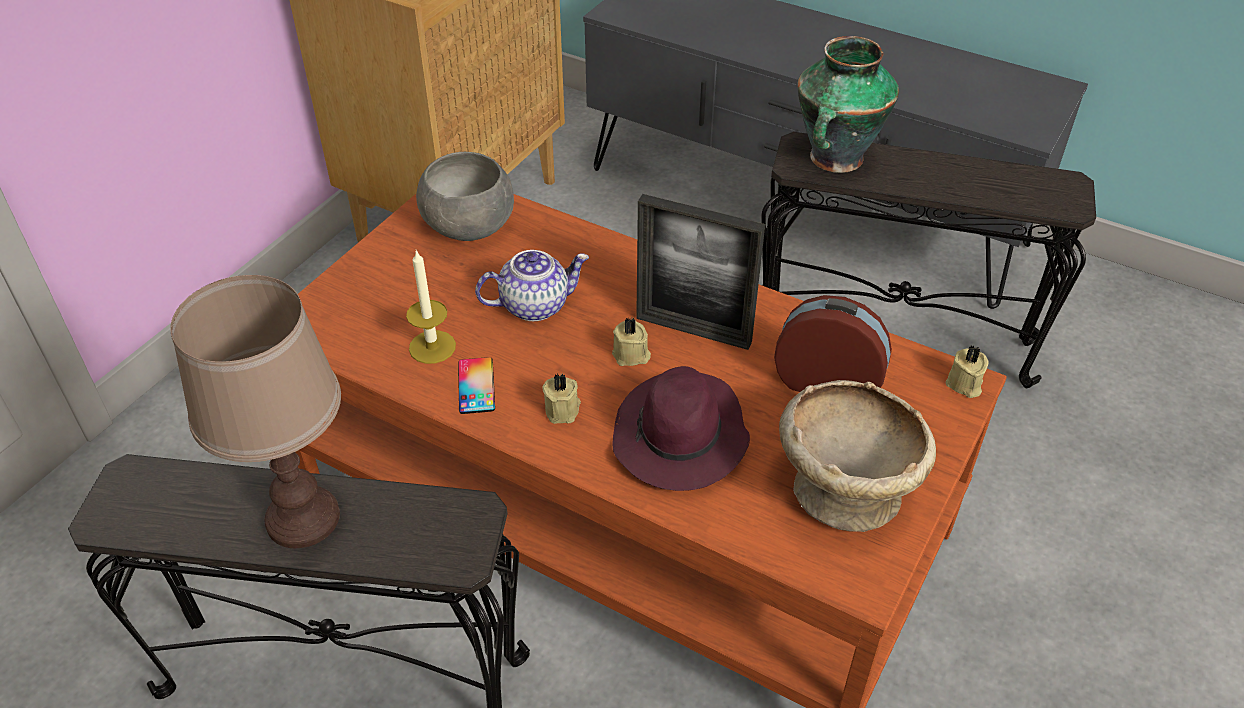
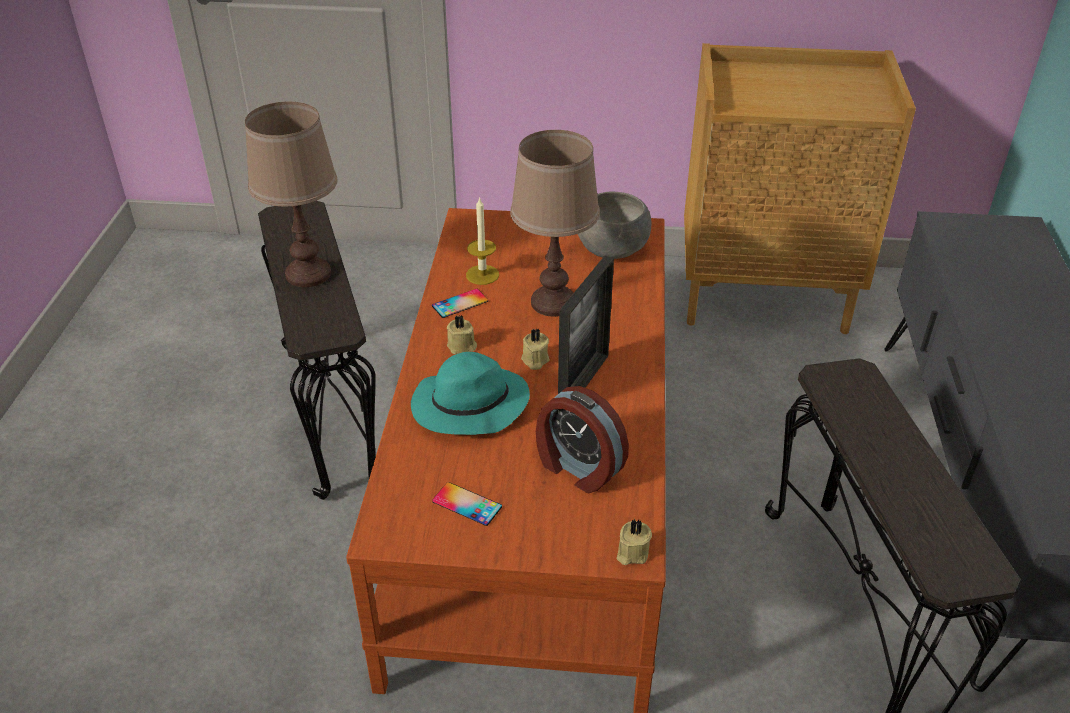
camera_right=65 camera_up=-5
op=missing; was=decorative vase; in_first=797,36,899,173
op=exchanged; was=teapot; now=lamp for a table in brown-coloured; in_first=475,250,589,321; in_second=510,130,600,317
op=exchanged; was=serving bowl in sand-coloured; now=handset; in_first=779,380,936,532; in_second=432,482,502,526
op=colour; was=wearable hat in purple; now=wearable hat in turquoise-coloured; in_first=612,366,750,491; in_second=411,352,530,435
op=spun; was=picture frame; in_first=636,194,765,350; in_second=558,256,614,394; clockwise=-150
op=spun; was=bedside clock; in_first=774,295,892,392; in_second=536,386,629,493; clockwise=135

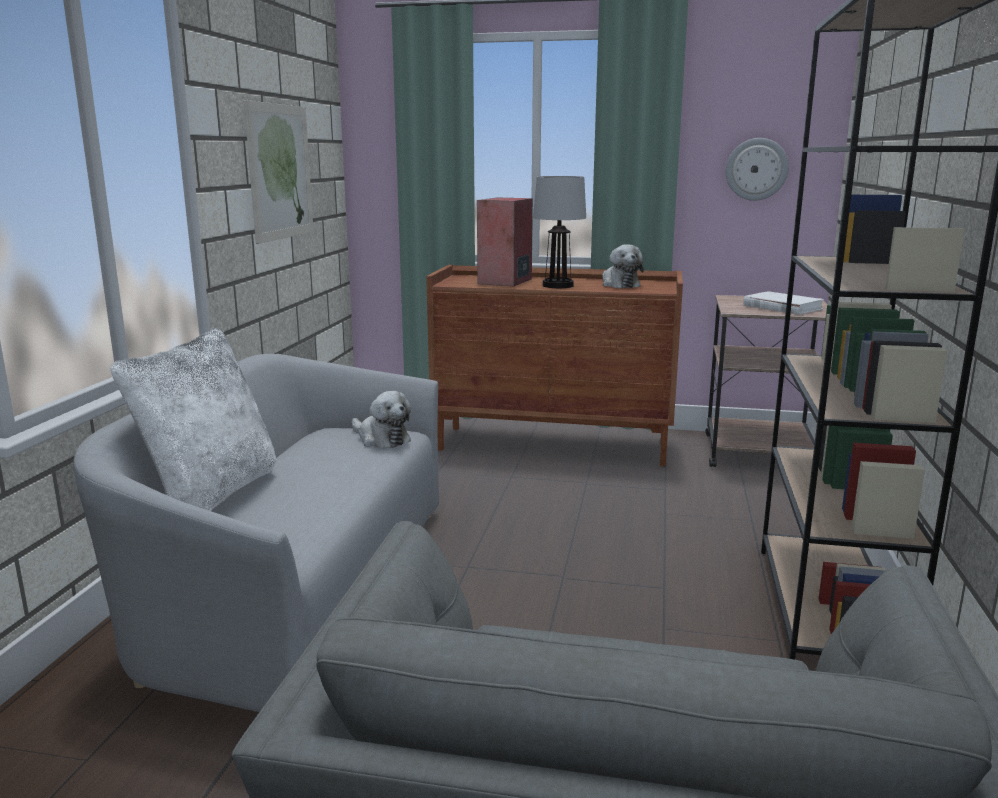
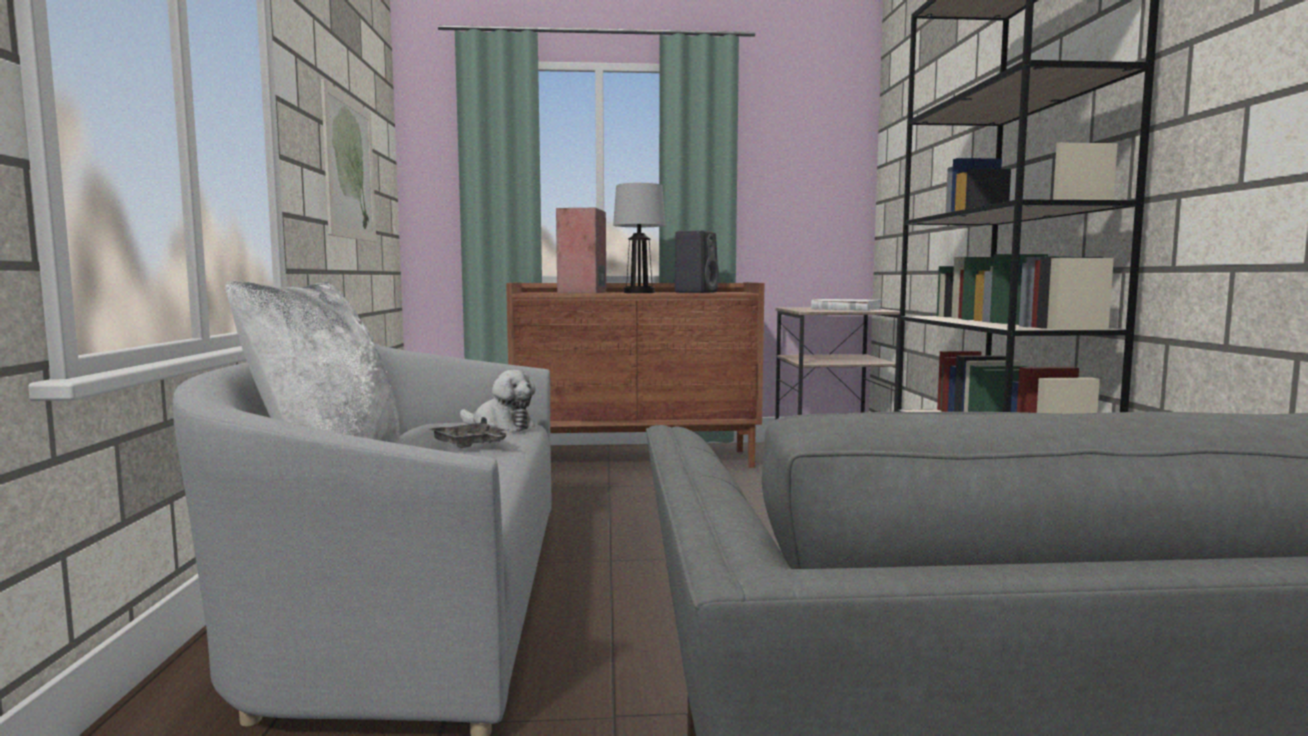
camera_right=-15 camera_up=-10
op=missing; was=hanging clock; in_first=726,138,789,201
op=appeared; now=serving tray in gray; in_second=430,417,512,448
op=exchanged; was=soft toy; now=speaker in black; in_first=602,244,644,288; in_second=675,230,719,293

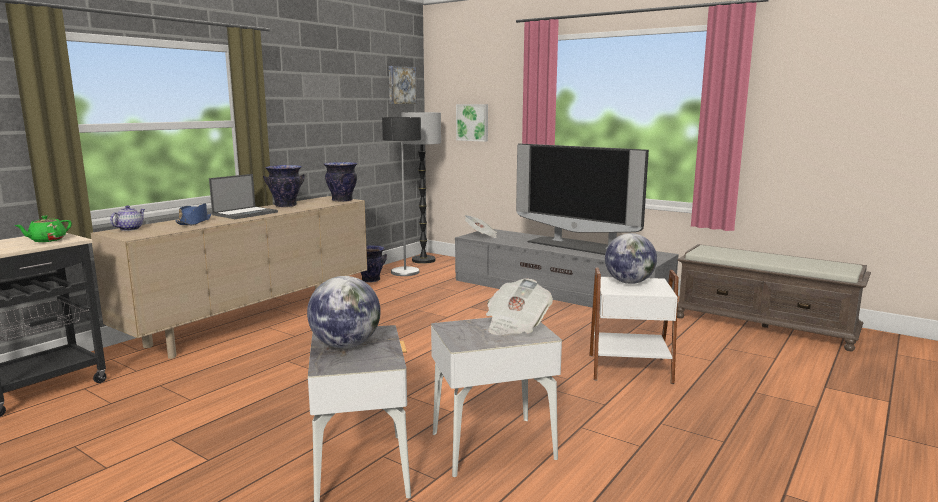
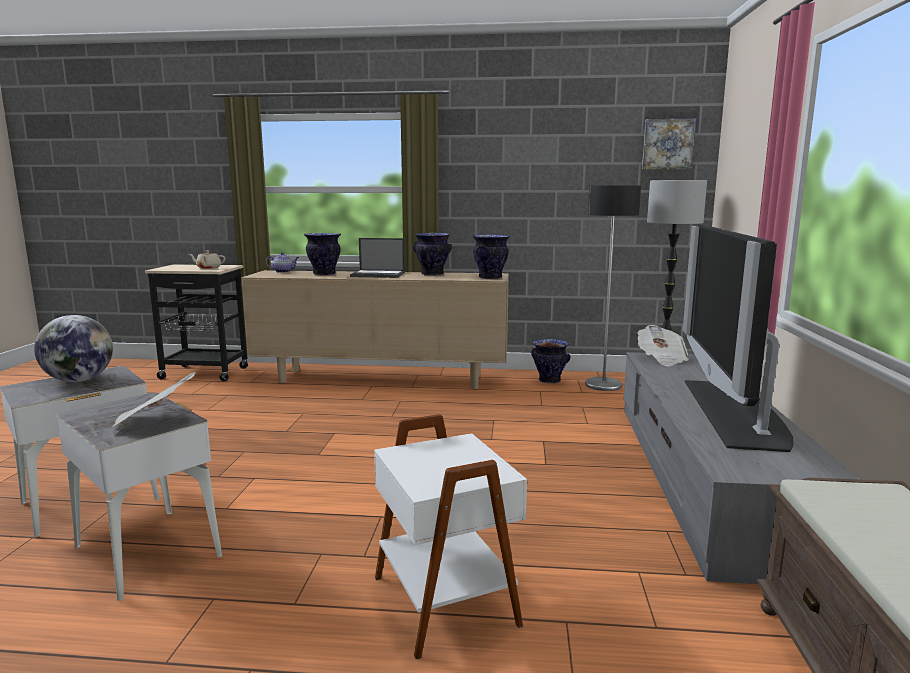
camera_right=60 camera_up=0
op=missing; was=wall picture; in_first=456,104,488,142
op=missing; was=globe; in_first=605,233,657,284
op=exchanged; was=wearable hat in blue; now=decorative vase; in_first=176,204,211,225; in_second=304,233,341,275
op=colour; was=teapot in green-coloured; now=teapot in sand-coloured; in_first=14,216,72,242; in_second=189,250,226,269

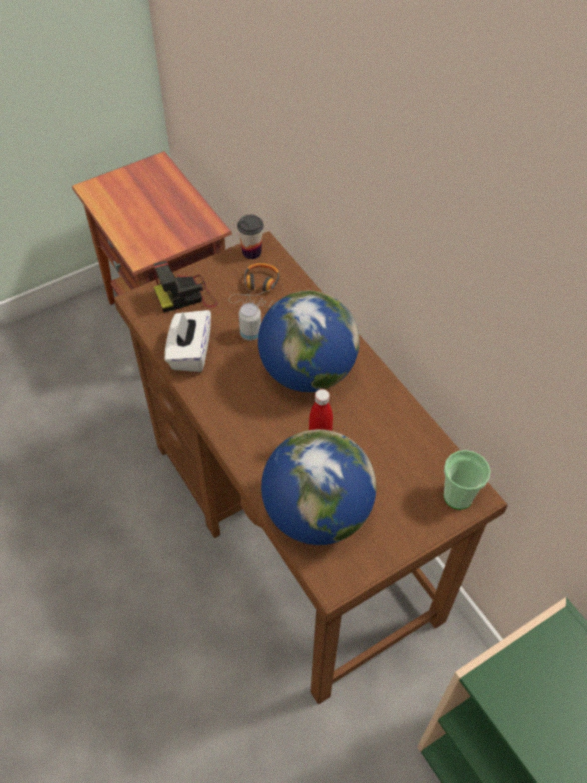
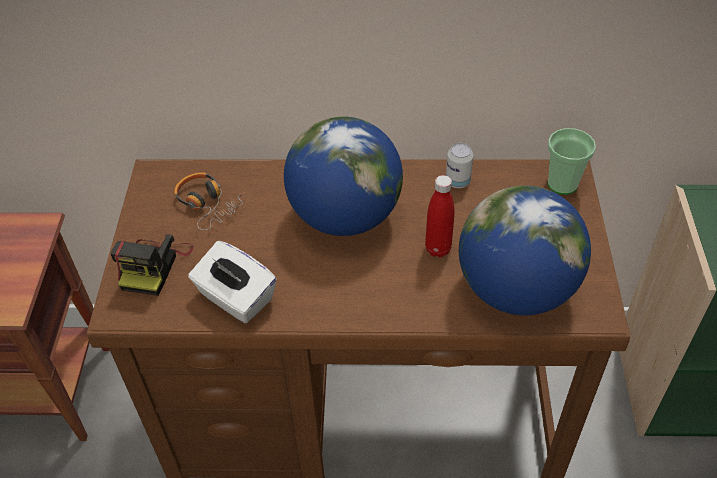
camera_right=-55 camera_up=-5
op=missing; was=drinking cup; in_first=237,215,264,259
op=relocated; was=metal can; in_first=239,303,261,341; in_second=446,143,474,188

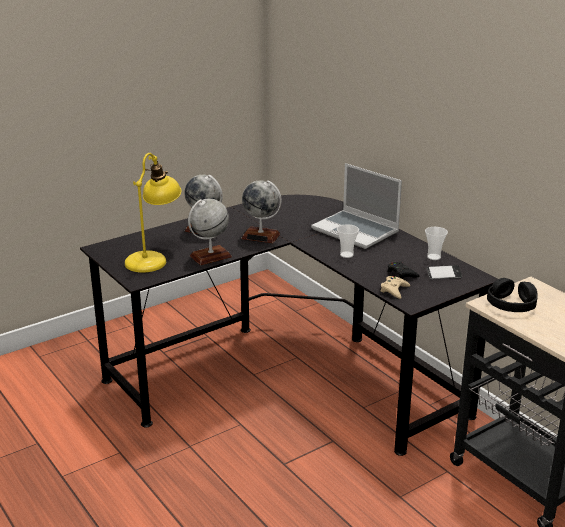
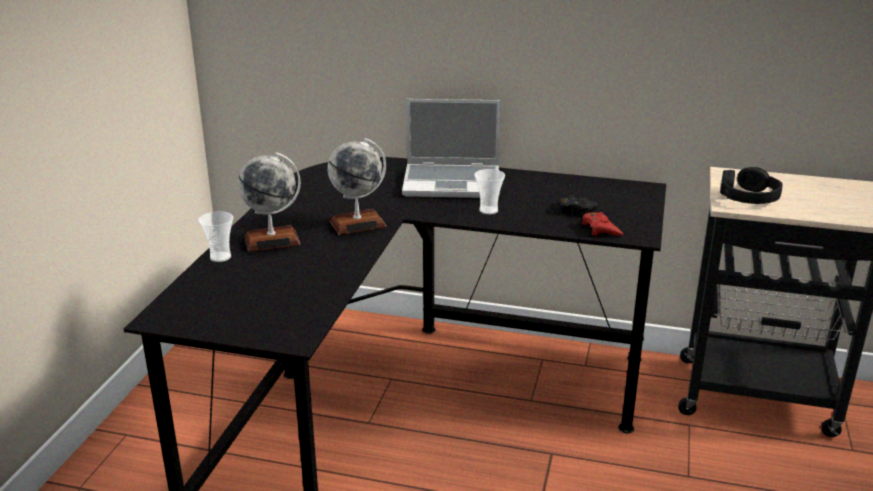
camera_right=-40 camera_up=0
op=missing; was=lamp for a table in yellowish; in_first=125,153,181,273
op=missing; was=globe; in_first=188,199,232,265
op=missing; was=handset; in_first=427,265,462,280
op=relocated; was=drinking cup; in_first=425,227,448,260; in_second=199,211,233,262
op=colour; was=joypad in sand-coloured; now=joypad in red; in_first=381,276,410,299; in_second=582,212,623,236

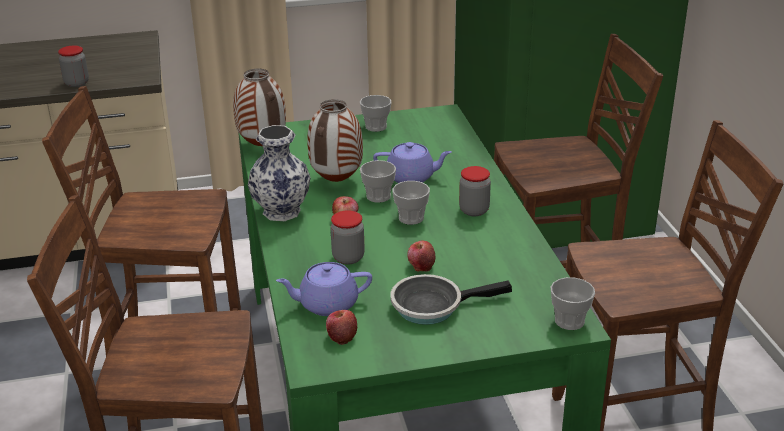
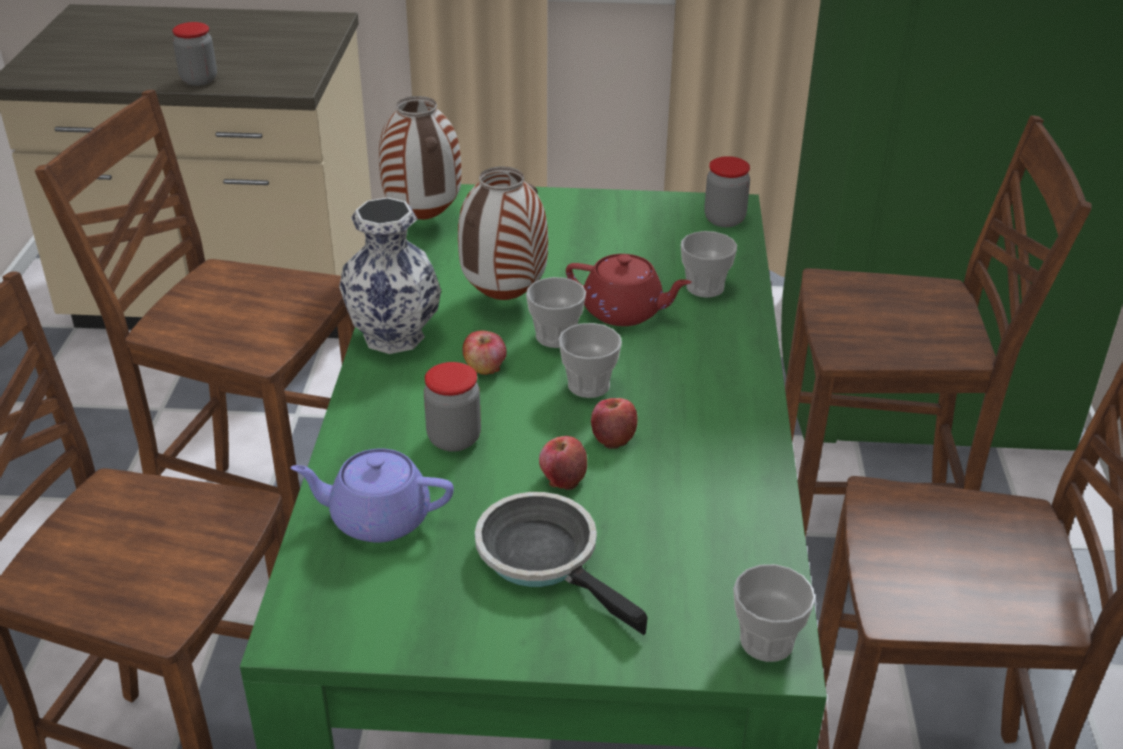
camera_right=15 camera_up=5
op=relocated; was=apple fruit; in_first=326,310,357,345; in_second=591,398,637,449
op=relocated; was=drinking cup; in_first=360,95,391,132; in_second=681,231,737,298
op=relocated; was=preserve jar; in_first=459,166,491,216; in_second=704,156,750,227
op=colour; was=teapot in purple; now=teapot in red; in_first=373,142,452,183; in_second=566,254,692,326
op=spun; was=pan; in_first=390,274,512,325; in_second=475,492,648,635; clockwise=45

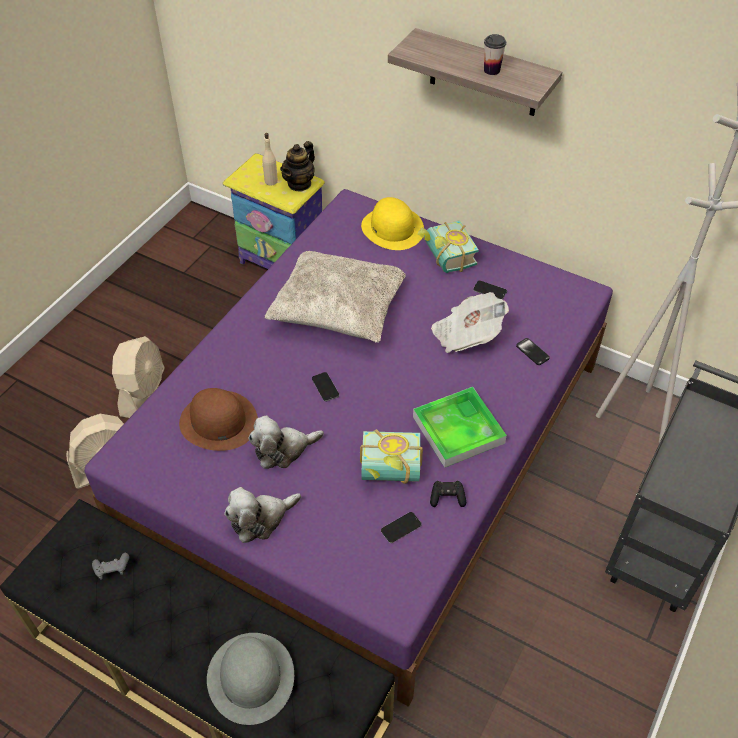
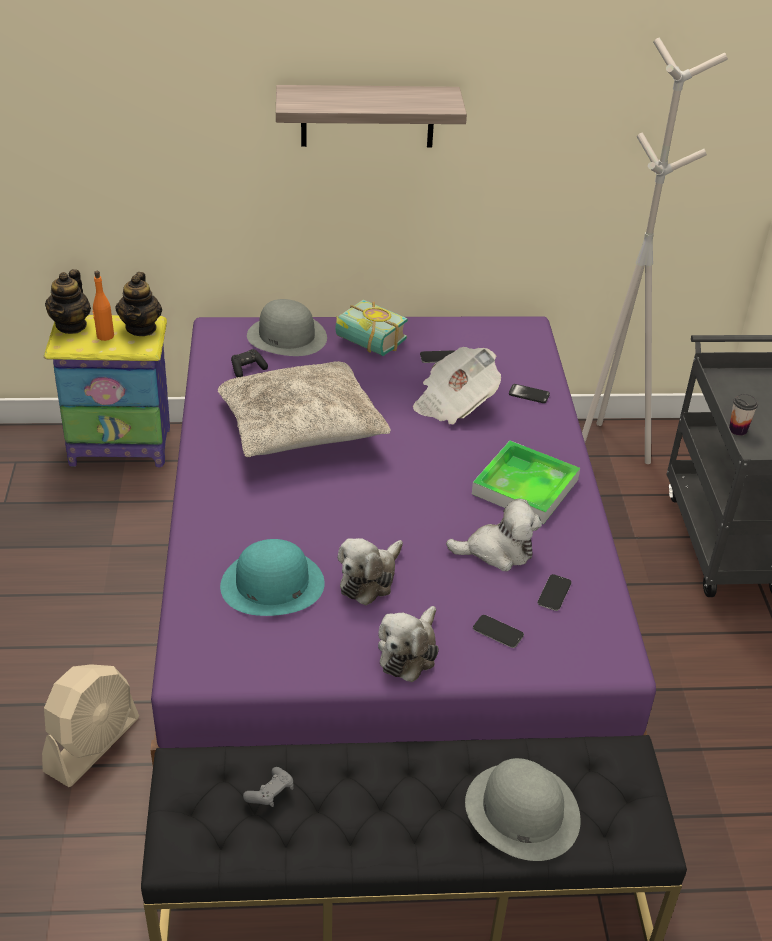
camera_right=-35 camera_up=-10
op=missing; was=fan in sand-coloured; in_first=112,336,165,418
op=appeared; now=teapot; in_second=45,269,91,334
op=relocated; was=handset; in_first=312,372,339,401; in_second=473,615,524,648
op=relocated; was=joypad in black; in_first=430,481,466,507; in_second=231,349,268,378
op=relocated; was=drinking cup; in_first=484,34,506,75; in_second=729,393,758,436
op=exchanged; was=volume; now=soft toy; in_first=360,429,423,484; in_second=446,498,542,571
op=colour; was=wearable hat in brown-coloured; now=wearable hat in turquoise-coloured; in_first=179,388,258,451; in_second=220,539,325,616
op=colour; was=drink bottle in sand-coloured; now=drink bottle in orange-coloured; in_first=262,133,278,186; in_second=93,271,114,341
op=colour; was=wearable hat in yellowish; now=wearable hat in gray; in_first=361,197,424,250; in_second=247,299,327,356

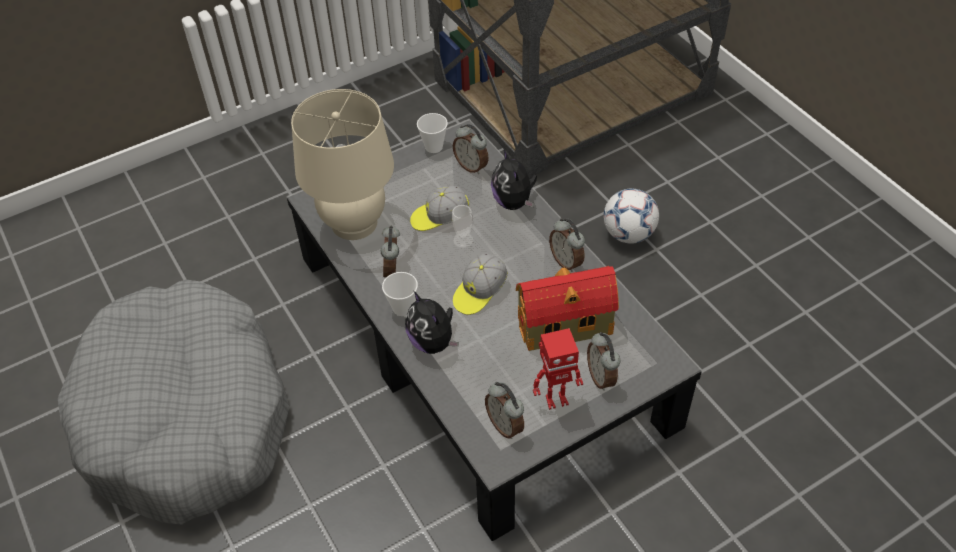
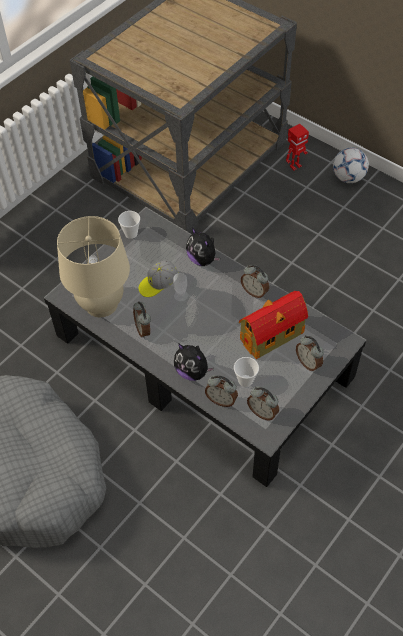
camera_right=-20 camera_up=5
op=missing; was=peaked cap; in_first=453,253,508,315
op=relocated; was=drinking cup; in_first=382,272,418,316; in_second=234,357,259,387
op=relocated; was=bedside clock; in_first=453,124,489,174; in_second=205,375,238,407
op=relocated; was=toy robot; in_first=533,328,583,410; in_second=286,124,309,171
op=relocated; was=football; in_first=604,188,659,244; in_second=333,148,369,183

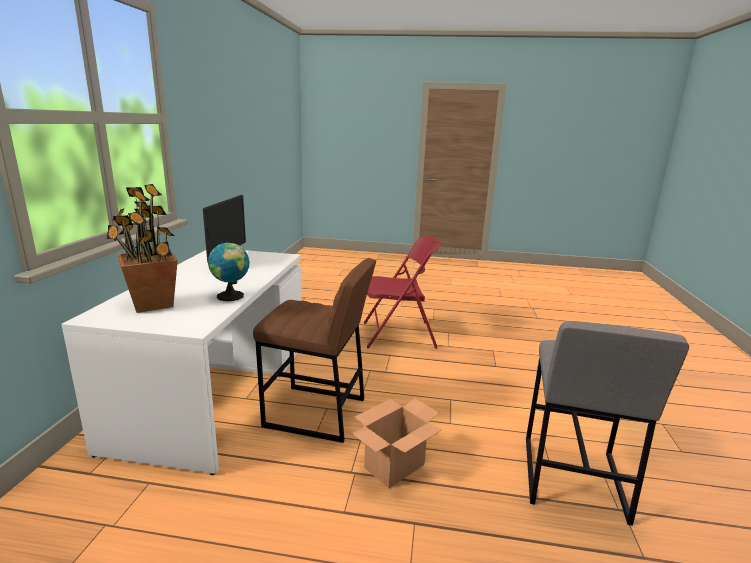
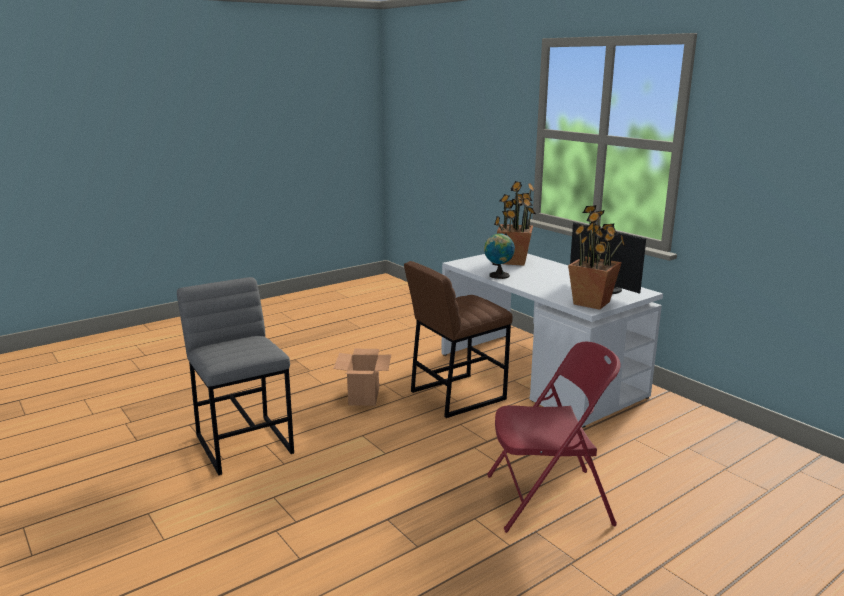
camera_right=135 camera_up=0
op=appeared; now=plant in a pot; in_second=568,205,625,310
op=spun; was=plain chair in red; in_first=364,236,441,349; in_second=487,342,620,533; clockwise=-135

